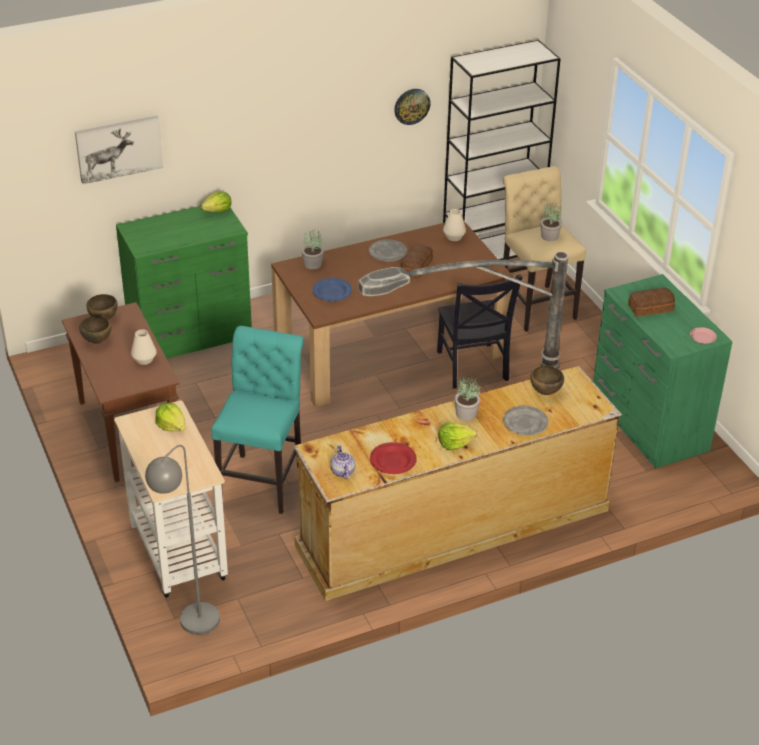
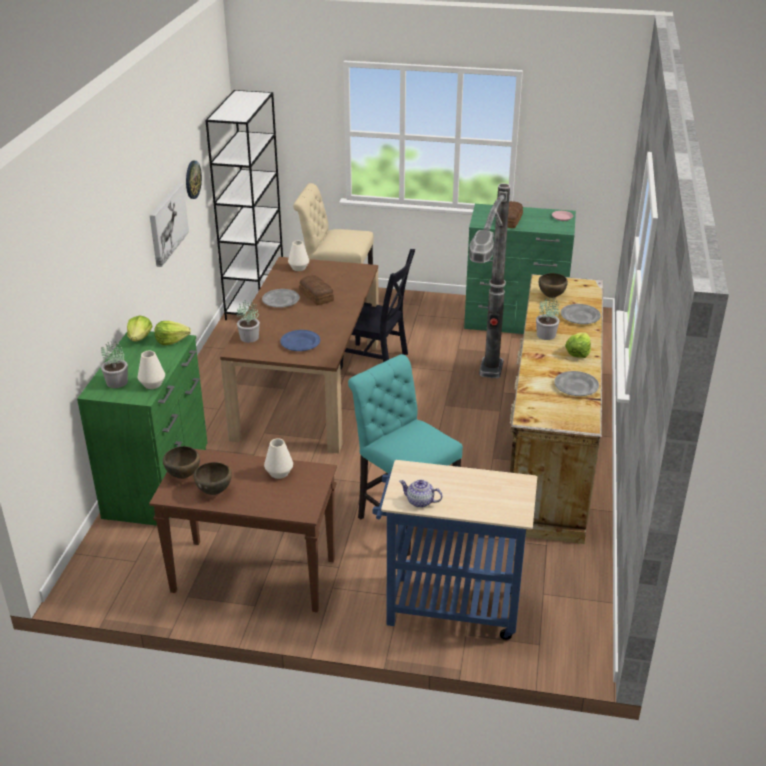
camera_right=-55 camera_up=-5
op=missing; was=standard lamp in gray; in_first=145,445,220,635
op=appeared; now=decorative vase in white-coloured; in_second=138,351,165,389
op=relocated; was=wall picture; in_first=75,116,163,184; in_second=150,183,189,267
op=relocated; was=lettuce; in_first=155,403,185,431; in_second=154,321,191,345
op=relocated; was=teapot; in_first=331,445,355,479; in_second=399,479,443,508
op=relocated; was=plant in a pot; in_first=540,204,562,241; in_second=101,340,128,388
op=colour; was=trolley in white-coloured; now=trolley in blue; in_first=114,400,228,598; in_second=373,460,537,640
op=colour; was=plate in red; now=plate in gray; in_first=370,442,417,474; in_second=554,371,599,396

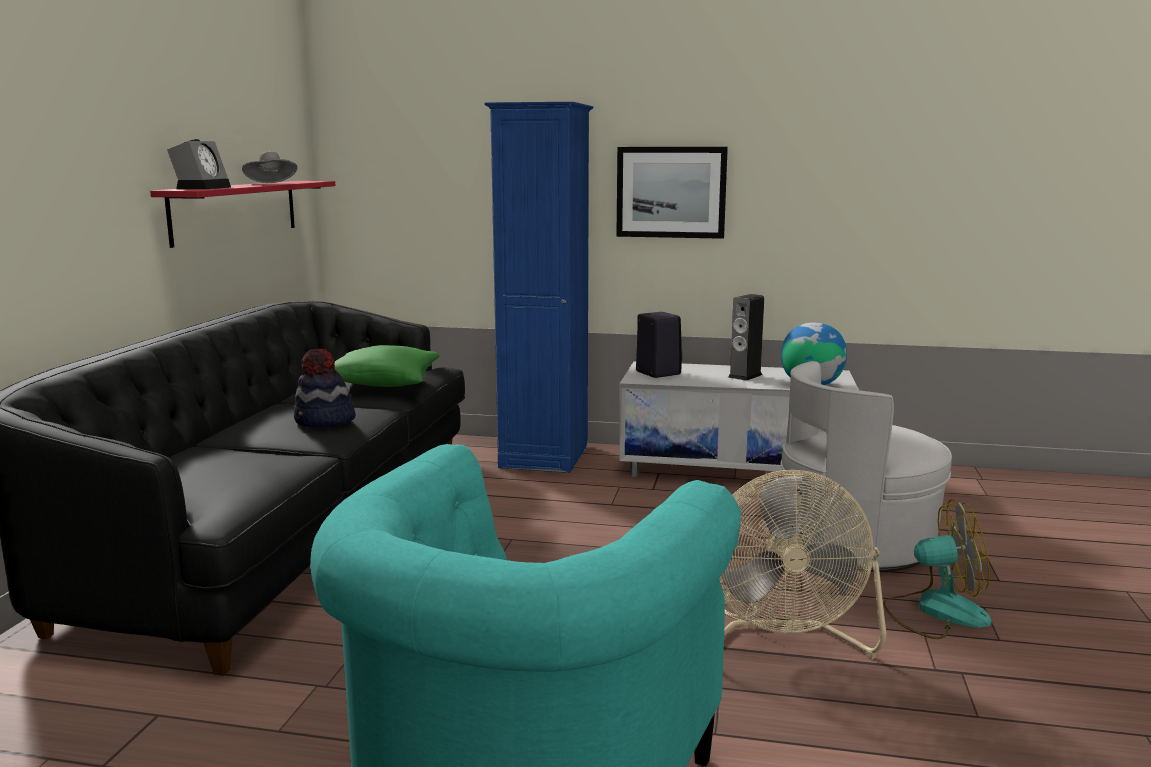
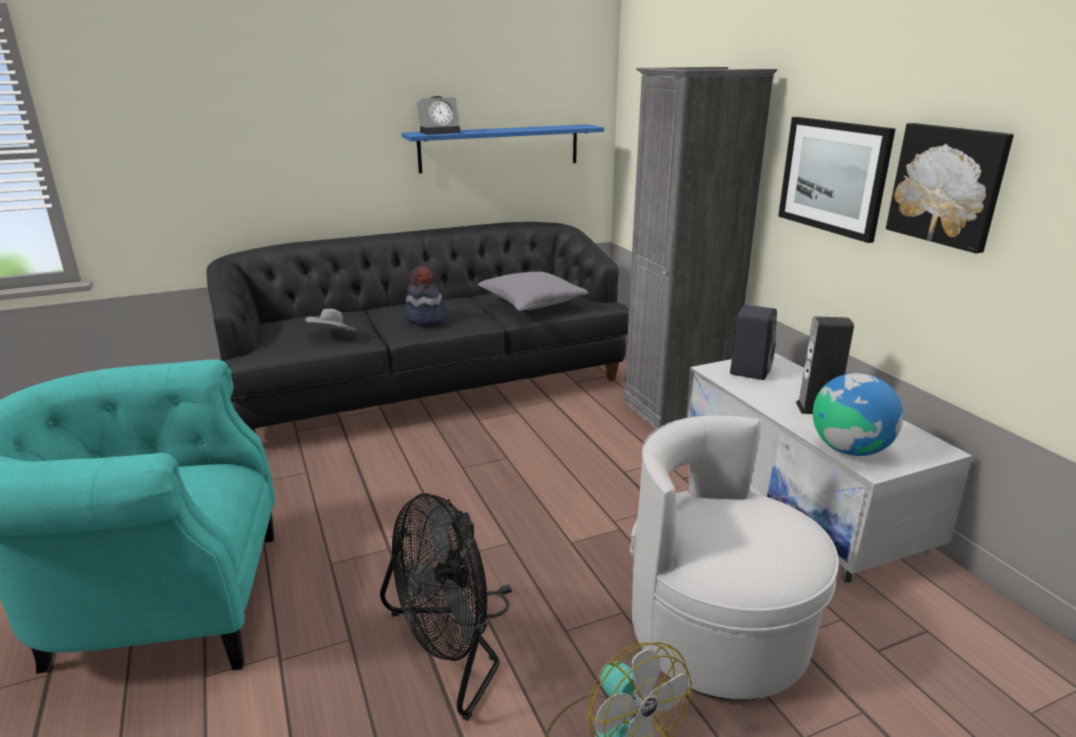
camera_right=55 camera_up=10
op=appeared; now=wall picture; in_second=886,123,1014,253
op=relocated; was=wearable hat in gray; in_first=242,152,297,183; in_second=305,309,356,330
op=colour; was=wall shelf in red; now=wall shelf in blue; in_first=150,181,335,248; in_second=401,124,604,173
op=colour; was=cushion in green-coloured; now=cushion in gray; in_first=335,345,440,387; in_second=478,272,588,311
op=colour; was=storage cabinet in blue; now=storage cabinet in gray; in_first=484,102,594,473; in_second=624,67,777,429
op=colour; was=fan in sand-coloured; now=fan in black; in_first=720,470,886,659; in_second=380,493,514,721

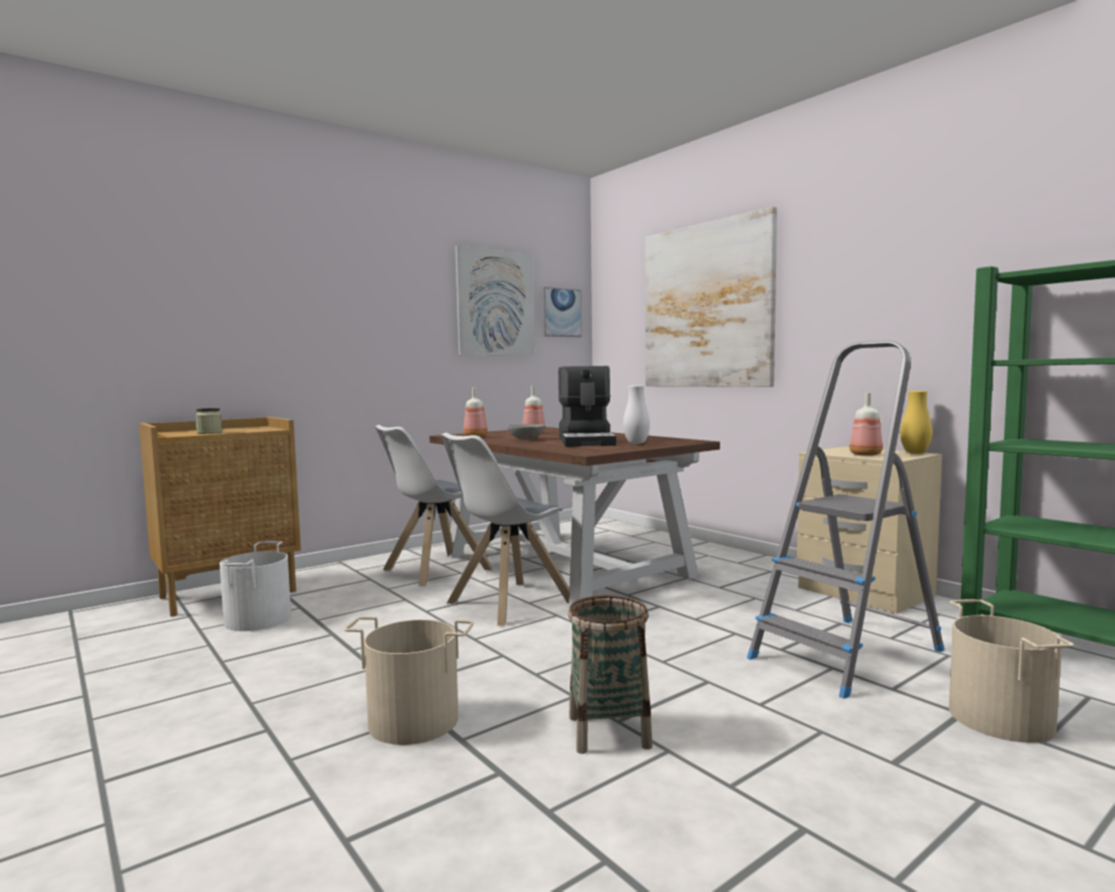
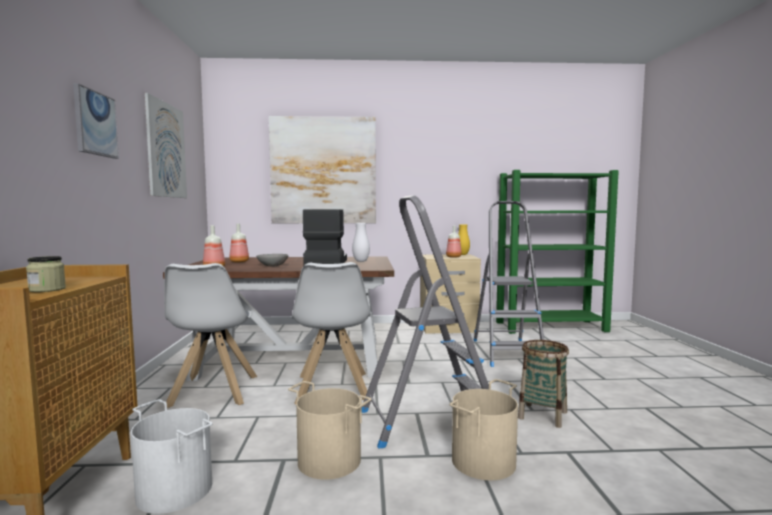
camera_right=-55 camera_up=0
op=appeared; now=step ladder in gray; in_second=362,195,489,449
op=relocated; was=wall picture; in_first=542,287,582,337; in_second=73,83,119,159
op=relocated; was=pail in sand-coloured; in_first=949,599,1074,743; in_second=288,381,372,479
op=spun; was=coffee maker; in_first=558,366,616,447; in_second=302,209,347,265; clockwise=-120

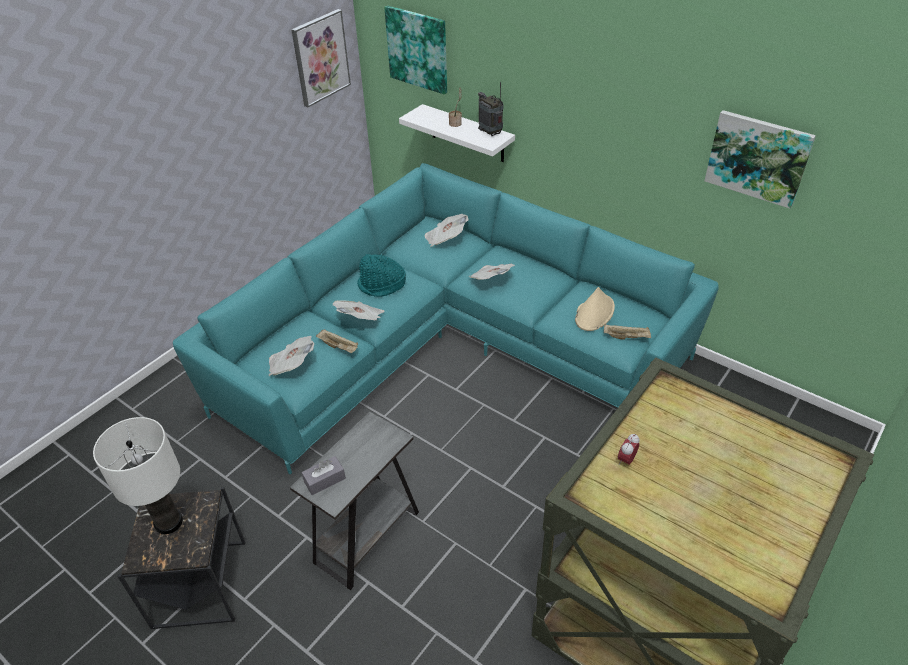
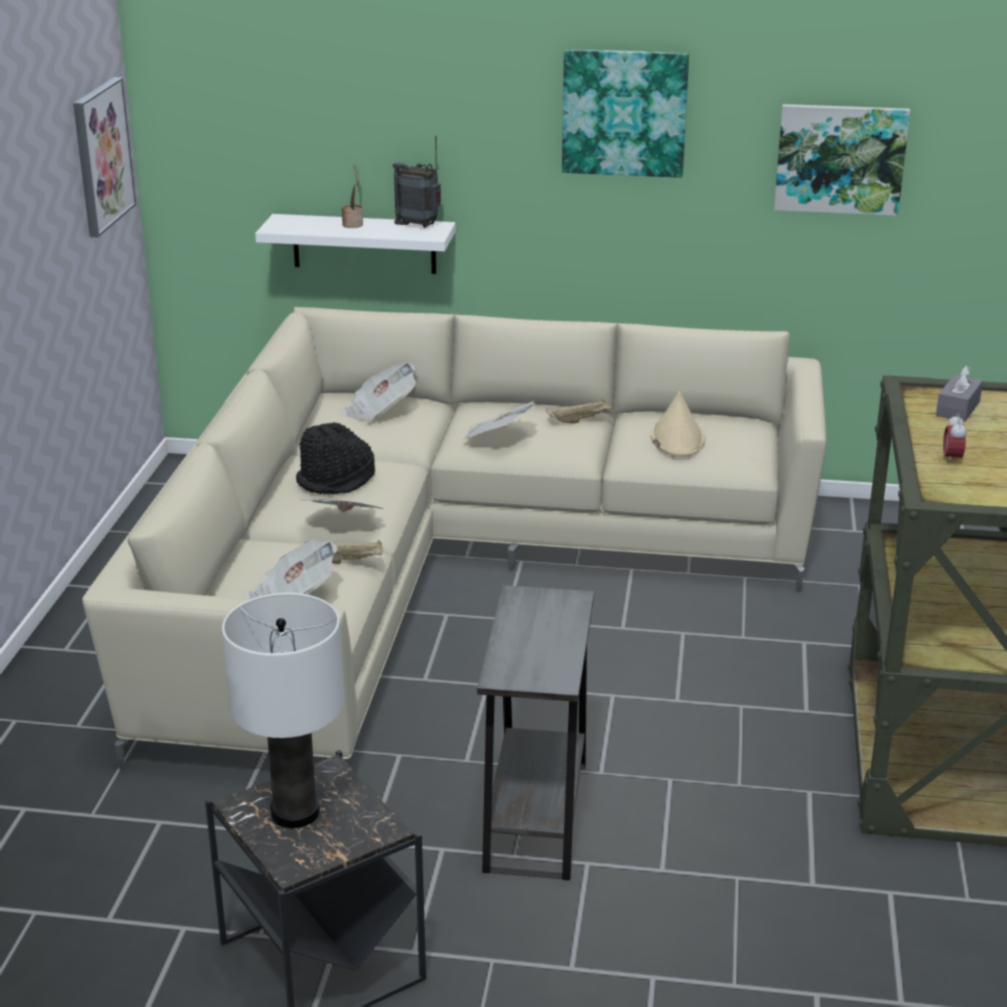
camera_right=-30 camera_up=-15
op=relocated; was=tissue box in gray; in_first=301,456,346,495; in_second=936,365,983,422
op=relocated; was=wall picture; in_first=384,6,447,95; in_second=562,49,689,178
op=relocated; was=serving tray in sand-coloured; in_first=604,325,651,340; in_second=546,399,614,423
op=colour; was=sofa in turquoise-coloured; now=sofa in sand-coloured; in_first=173,163,719,474; in_second=82,307,827,770
op=colour; was=wearable hat in turquoise-coloured; now=wearable hat in black; in_first=357,254,406,297; in_second=296,422,375,494

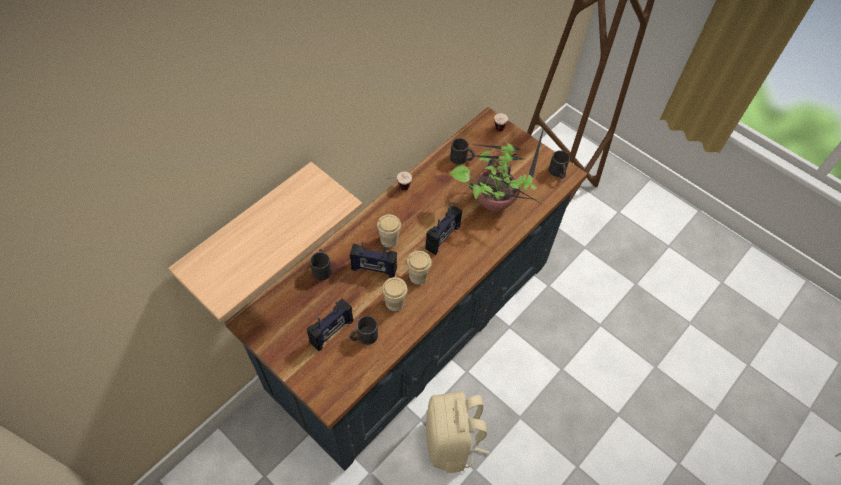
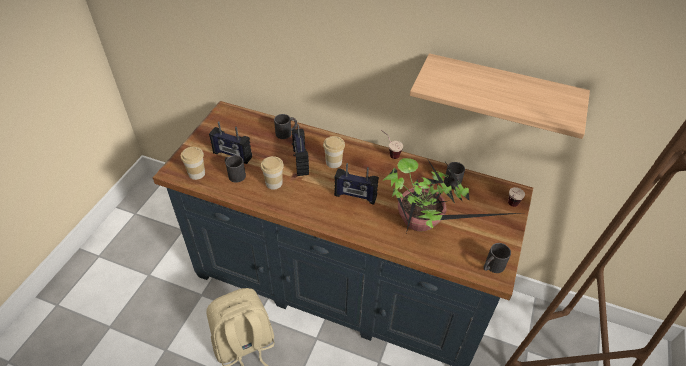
camera_right=70 camera_up=-10
op=relocated; was=wall shelf; in_first=168,162,362,322; in_second=410,53,590,139
op=relocated; was=drinking cup; in_first=407,251,432,284; in_second=181,147,205,180

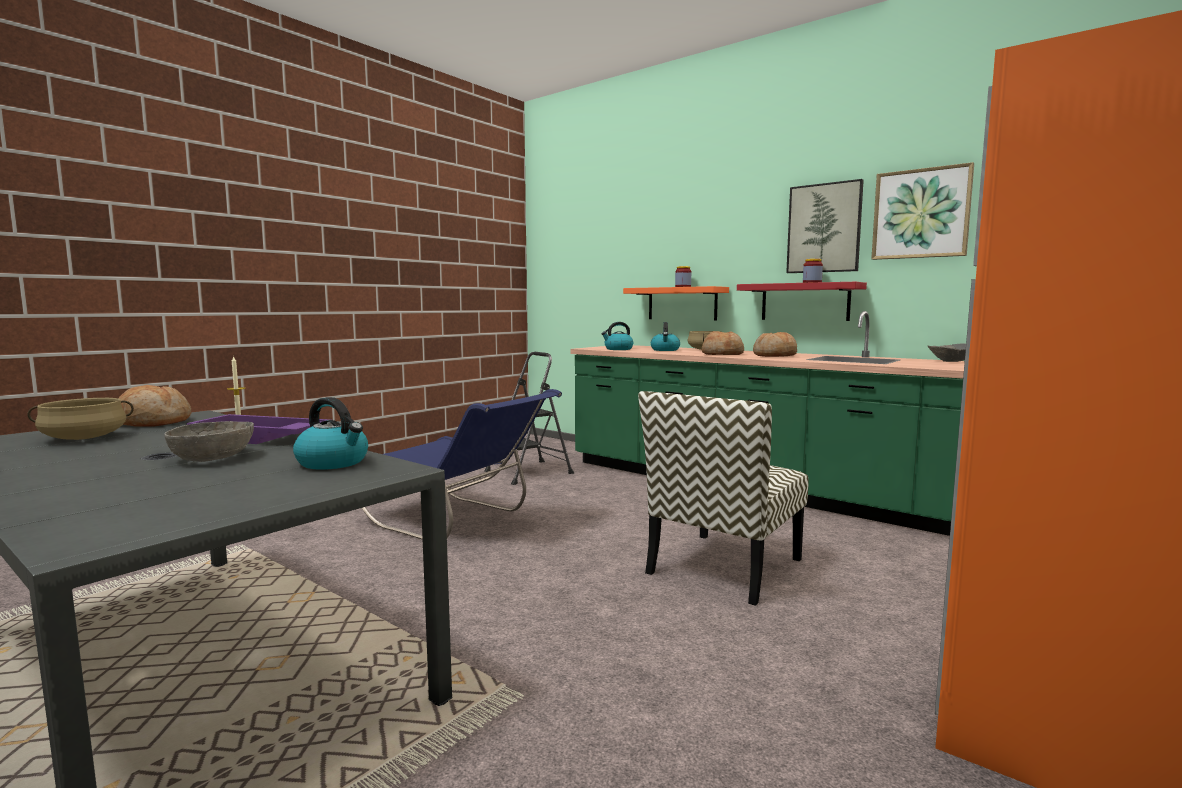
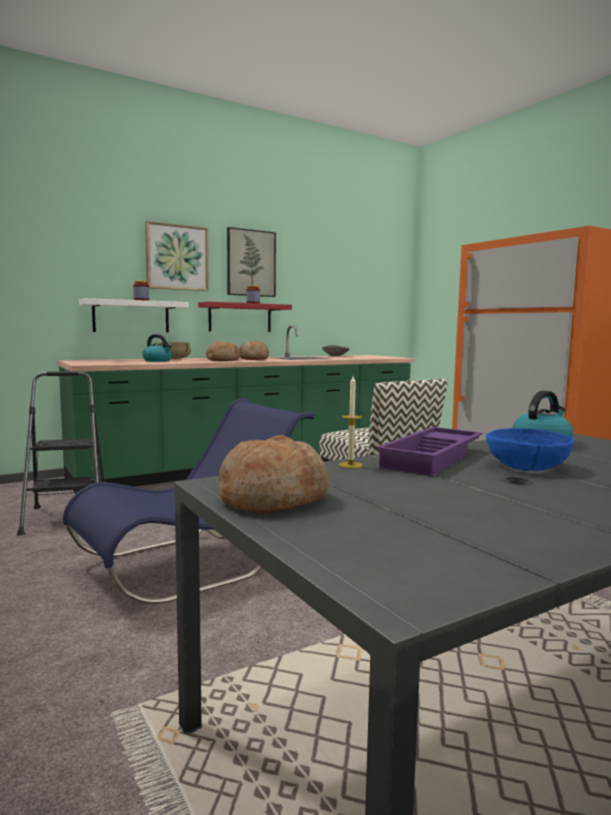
camera_right=-70 camera_up=0
op=missing; was=saucepot in sand-coloured; in_first=27,398,134,440
op=missing; was=tea kettle; in_first=601,322,633,350
op=relocated; was=wall picture; in_first=871,162,974,260; in_second=145,221,209,291
op=colour; was=serving bowl in gray; now=serving bowl in blue; in_first=164,421,254,462; in_second=486,428,574,471
op=colour; was=wall shelf in orange-coloured; now=wall shelf in white-coloured; in_first=623,286,729,320; in_second=79,298,189,333

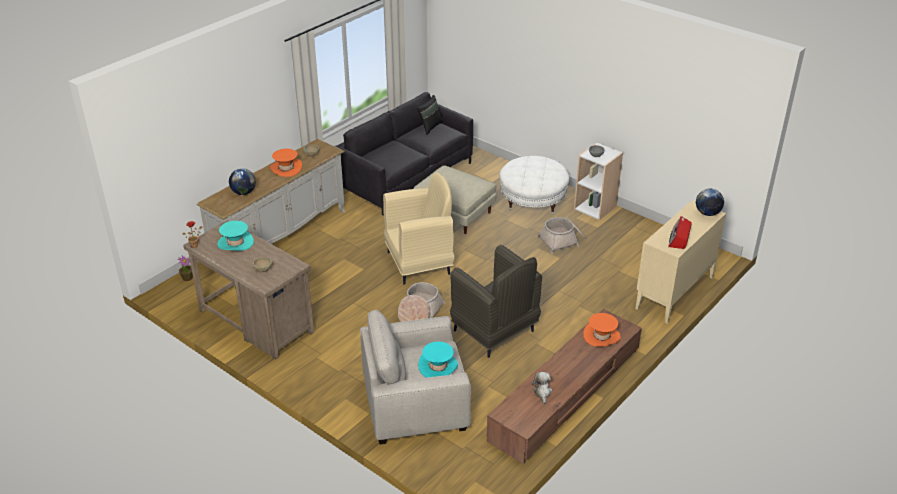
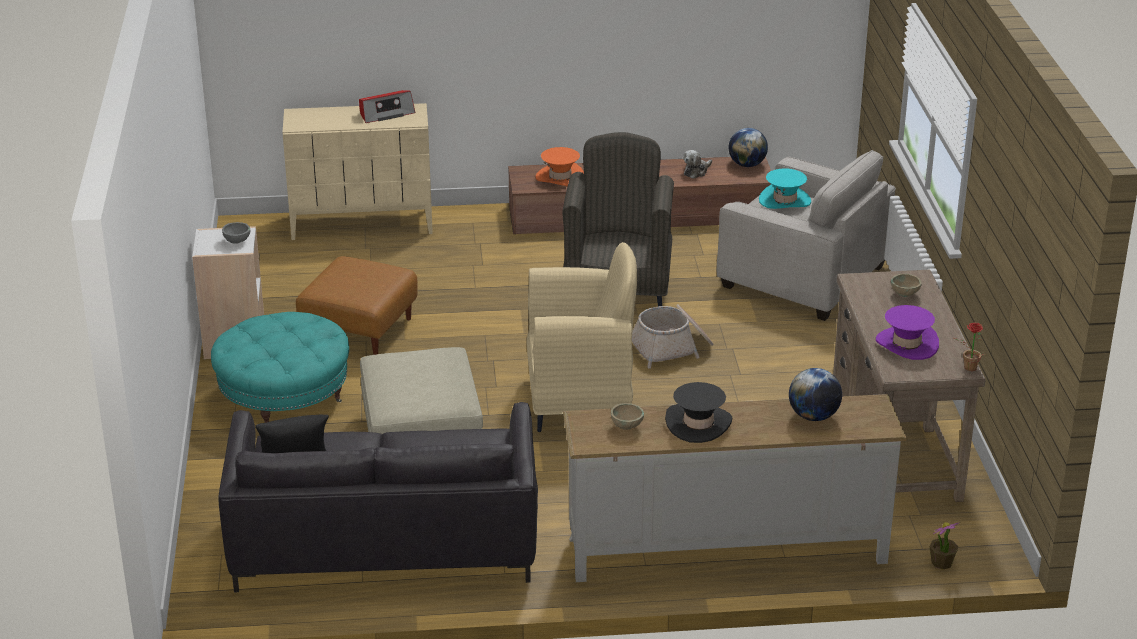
camera_right=-135 camera_up=-5
op=relocated; was=globe; in_first=696,189,724,216; in_second=729,128,768,167
op=exchanged; was=basket; now=ottoman in brown-coloured; in_first=537,216,587,254; in_second=296,256,418,355
op=colour; was=wearable hat in turquoise-coloured; now=wearable hat in purple; in_first=217,221,254,251; in_second=876,305,939,360
op=colour; was=wearable hat in orange-coloured; now=wearable hat in black; in_first=270,149,302,177; in_second=665,382,732,443
op=colour; was=ottoman in white-coloured; now=ottoman in turquoise-coloured; in_first=499,156,570,214; in_second=211,312,349,423
op=spun; was=armchair in sand-coloured; in_first=383,172,455,285; in_second=526,242,637,432; clockwise=150

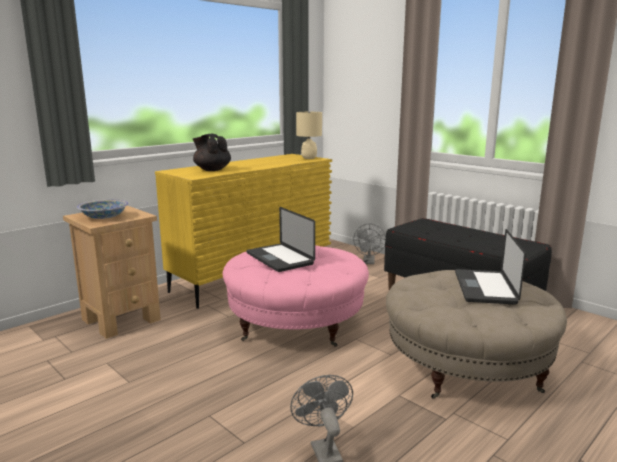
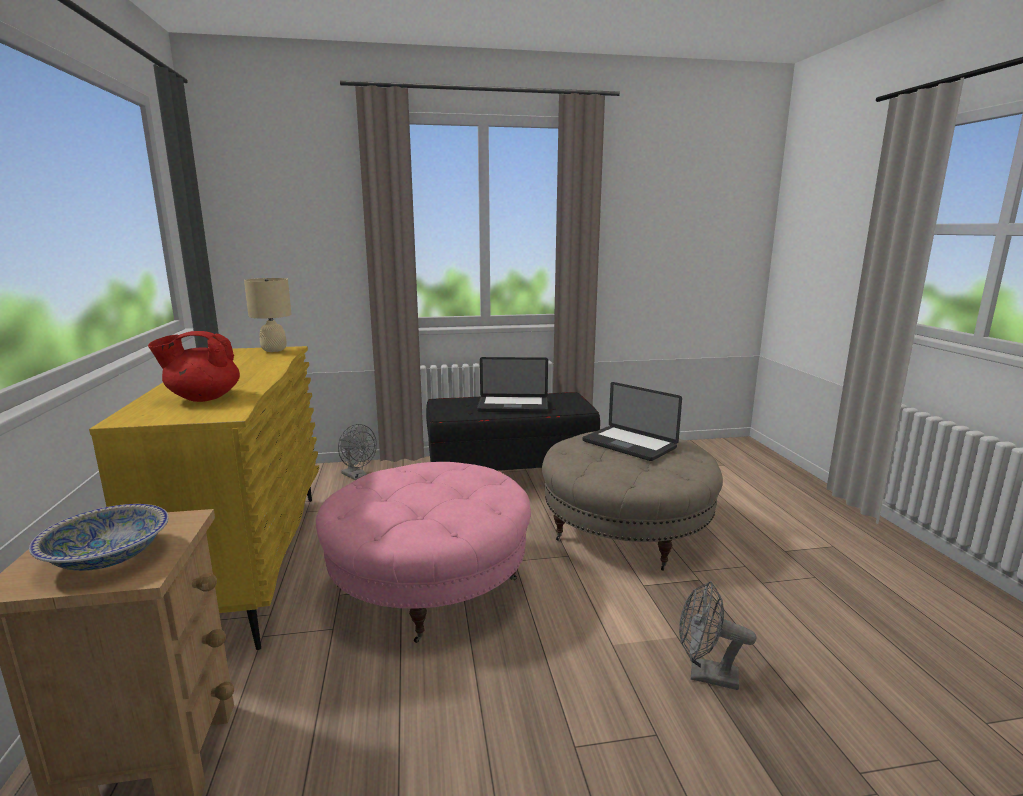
camera_right=-55 camera_up=0
op=relocated; was=laptop; in_first=247,207,315,272; in_second=477,357,548,413
op=colour; was=teapot in black; now=teapot in red; in_first=193,134,231,171; in_second=148,331,240,402

